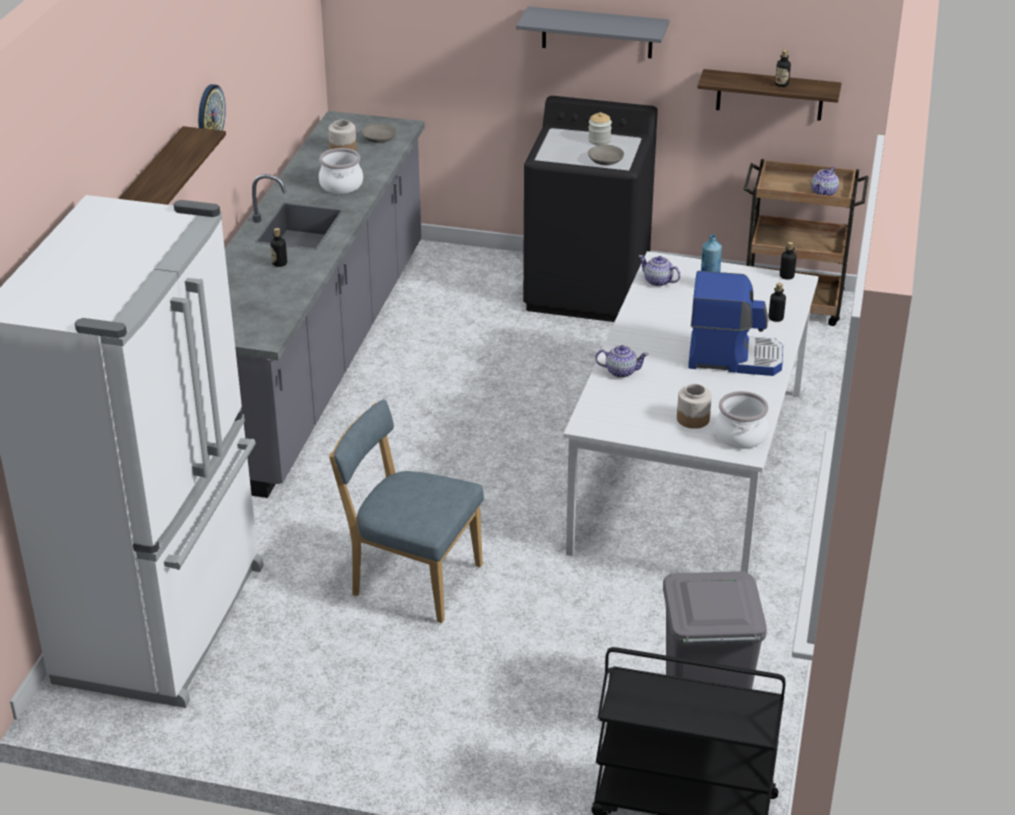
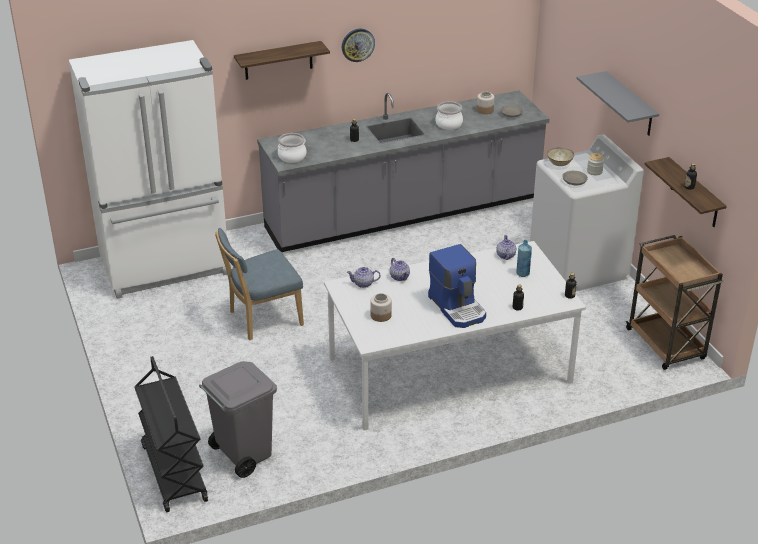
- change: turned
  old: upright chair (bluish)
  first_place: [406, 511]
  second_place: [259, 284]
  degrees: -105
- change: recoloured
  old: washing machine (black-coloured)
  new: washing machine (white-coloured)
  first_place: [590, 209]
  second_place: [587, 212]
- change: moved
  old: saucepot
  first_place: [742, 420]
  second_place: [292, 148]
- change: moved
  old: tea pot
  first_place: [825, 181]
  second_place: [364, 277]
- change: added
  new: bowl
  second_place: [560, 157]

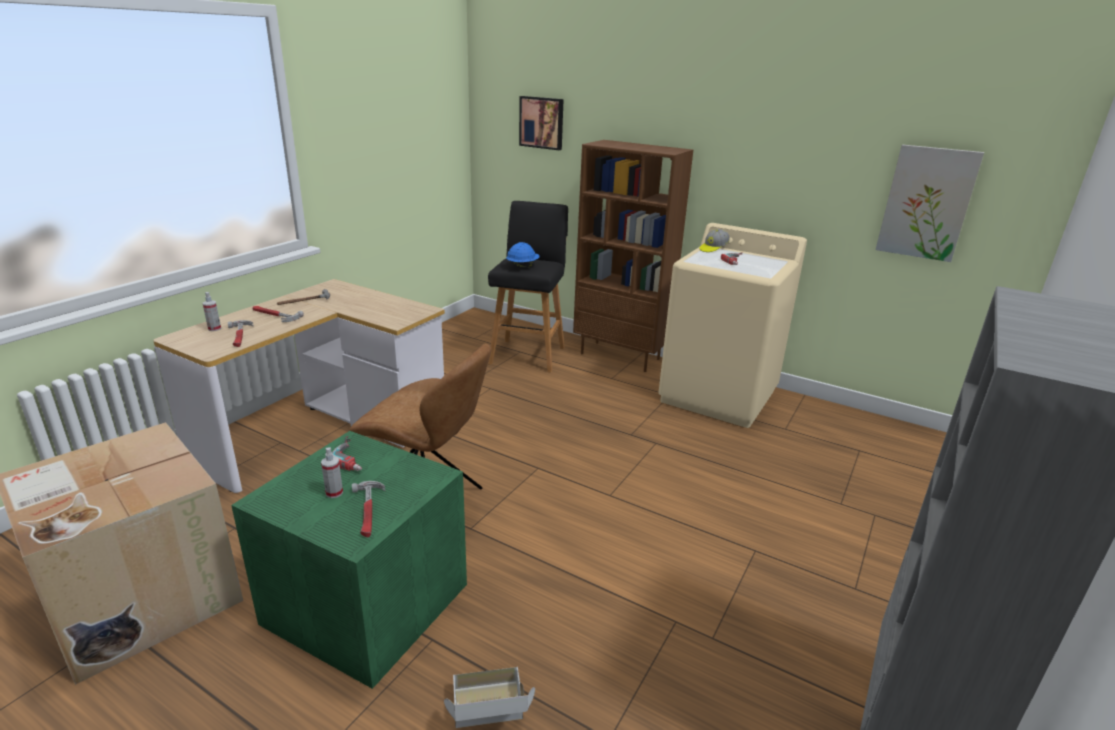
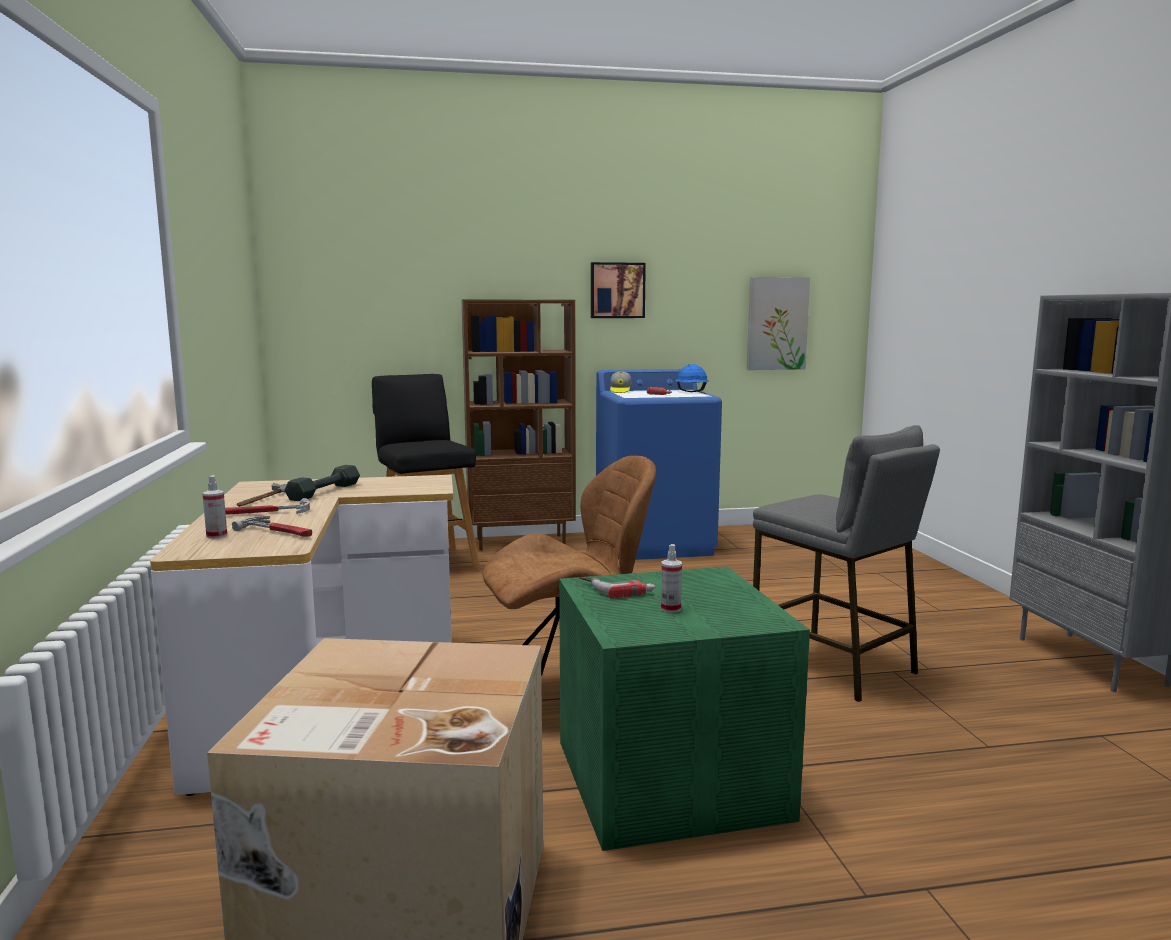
- change: removed
  old: hammer
  first_place: [368, 509]
- change: removed
  old: packing box
  first_place: [489, 697]
- change: moved
  old: safety helmet (bluish)
  first_place: [523, 255]
  second_place: [691, 378]
- change: moved
  old: wall picture
  first_place: [541, 123]
  second_place: [618, 290]
- change: recoloured
  old: washing machine (beige)
  new: washing machine (bluish)
  first_place: [733, 325]
  second_place: [659, 464]
- change: added
  new: dumbbell (greyish)
  second_place: [322, 483]
- change: added
  new: stool (greyish)
  second_place: [846, 563]

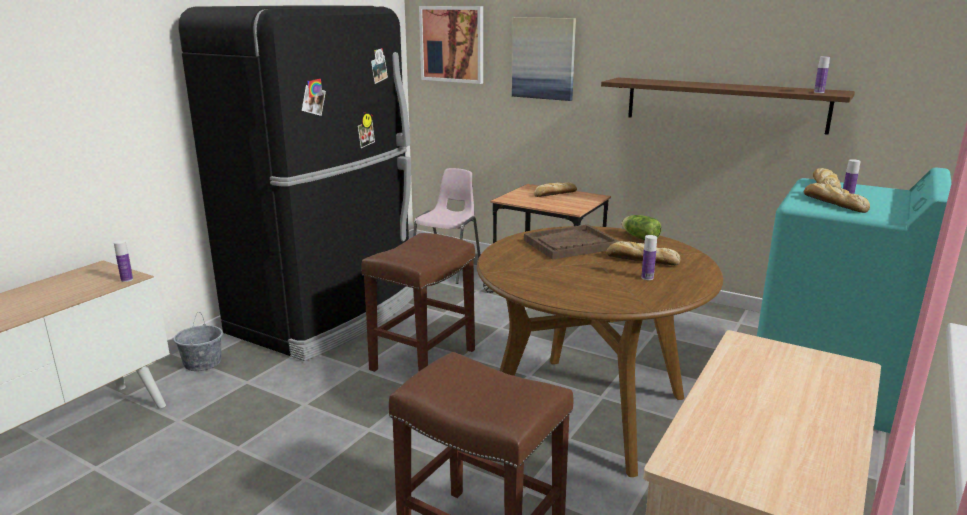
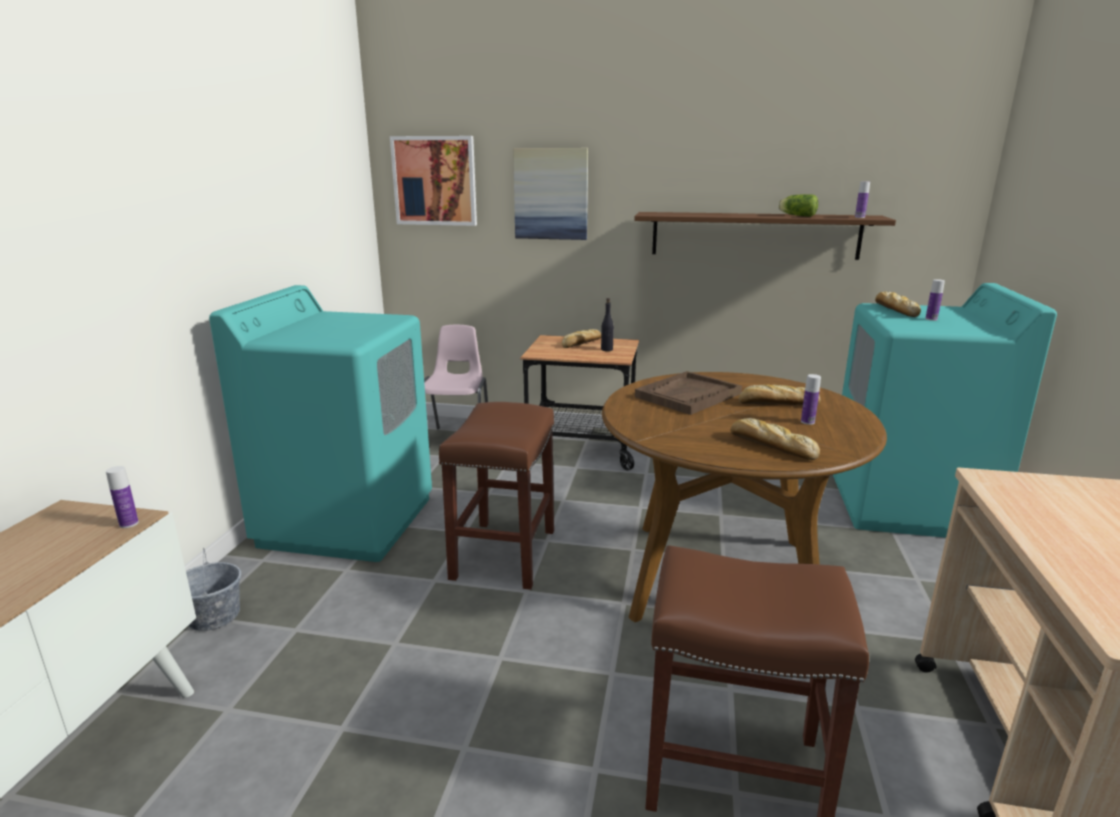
- change: replaced
  old: fridge (black-coloured)
  new: washing machine (turquoise-coloured)
  first_place: [295, 183]
  second_place: [320, 423]
- change: moved
  old: lettuce head
  first_place: [642, 227]
  second_place: [798, 205]
- change: moved
  old: bread
  first_place: [837, 198]
  second_place: [775, 439]
- change: added
  new: beverage bottle (black-coloured)
  second_place: [607, 324]

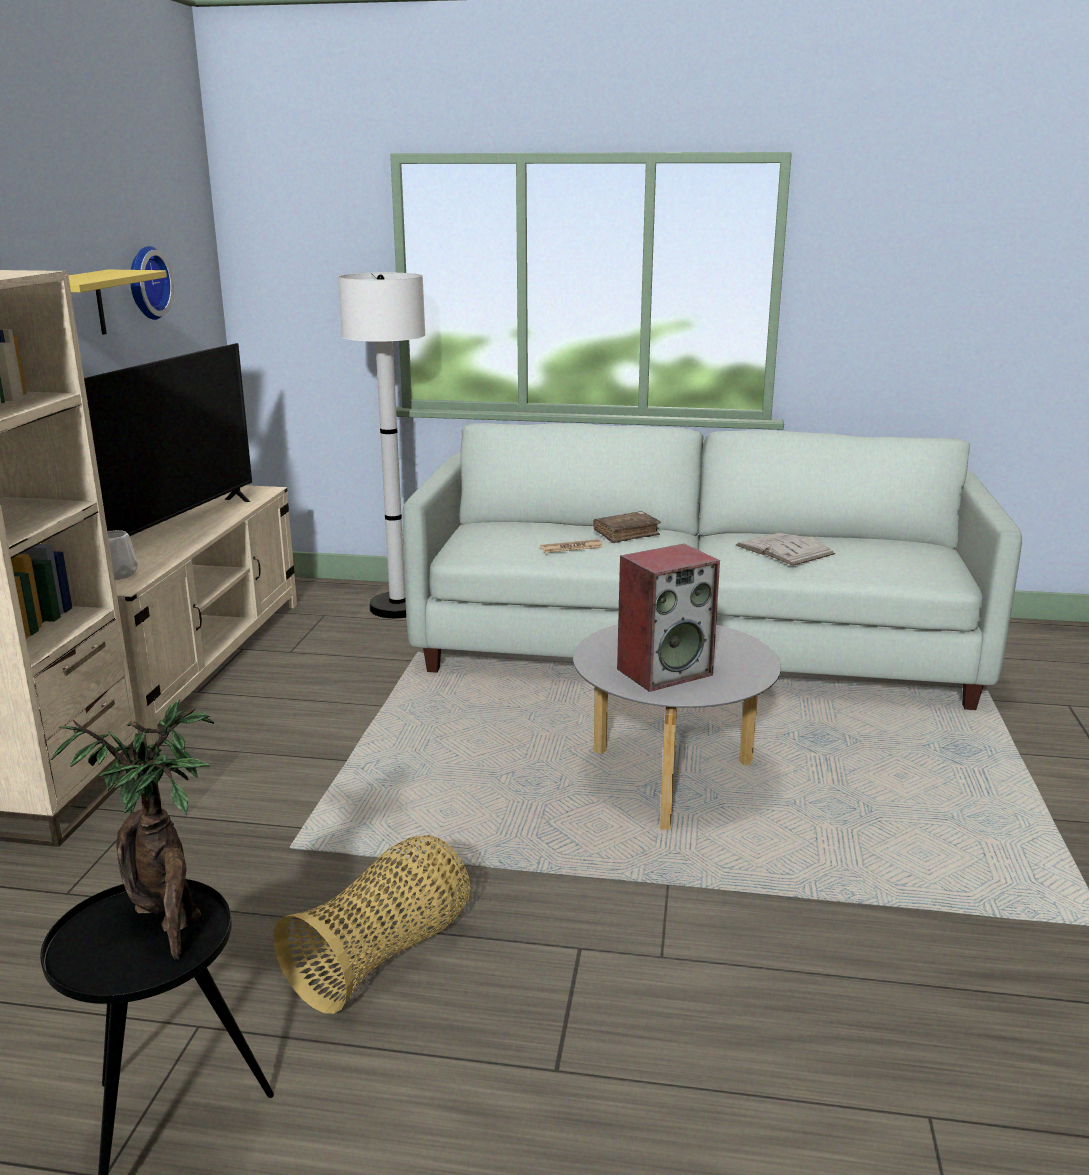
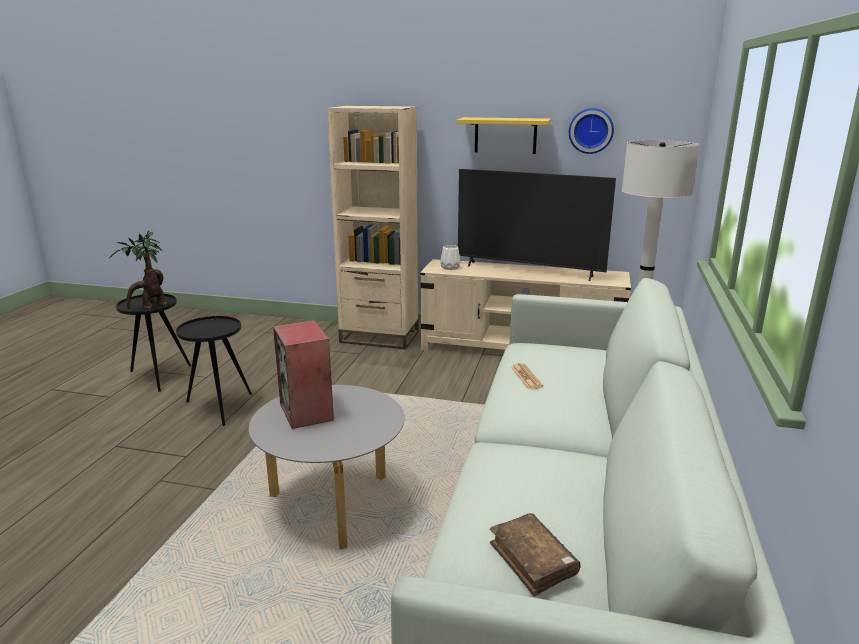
- change: replaced
  old: household basket
  new: side table (black-coloured)
  first_place: [371, 924]
  second_place: [214, 371]
- change: moved
  old: book (brown-coloured)
  first_place: [627, 527]
  second_place: [535, 555]
- change: removed
  old: book (white-coloured)
  first_place: [785, 549]

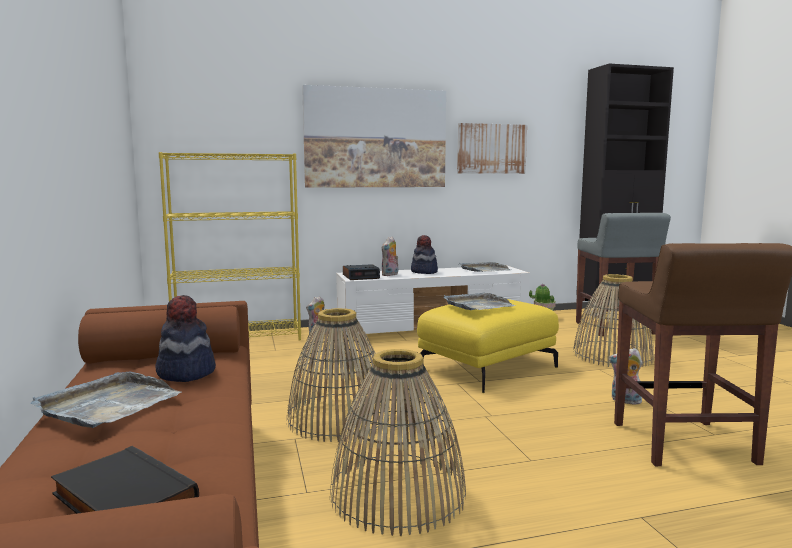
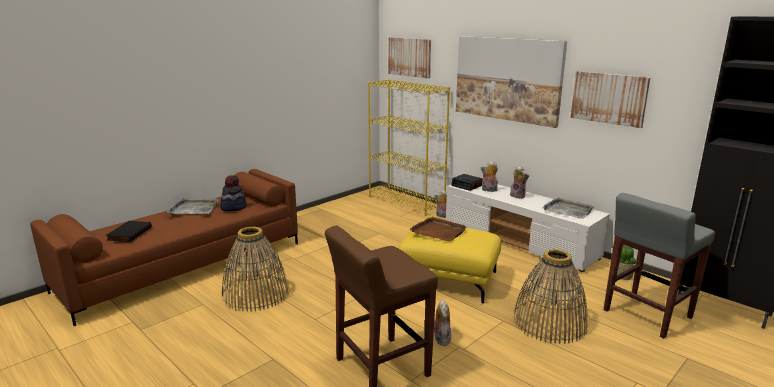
- change: removed
  old: household basket
  first_place: [338, 375]
- change: replaced
  old: hat
  new: plush toy
  first_place: [424, 254]
  second_place: [519, 182]
- change: recoloured
  old: tray (greyish)
  new: tray (brown-coloured)
  first_place: [479, 301]
  second_place: [438, 229]
- change: added
  new: wall picture
  second_place: [409, 57]

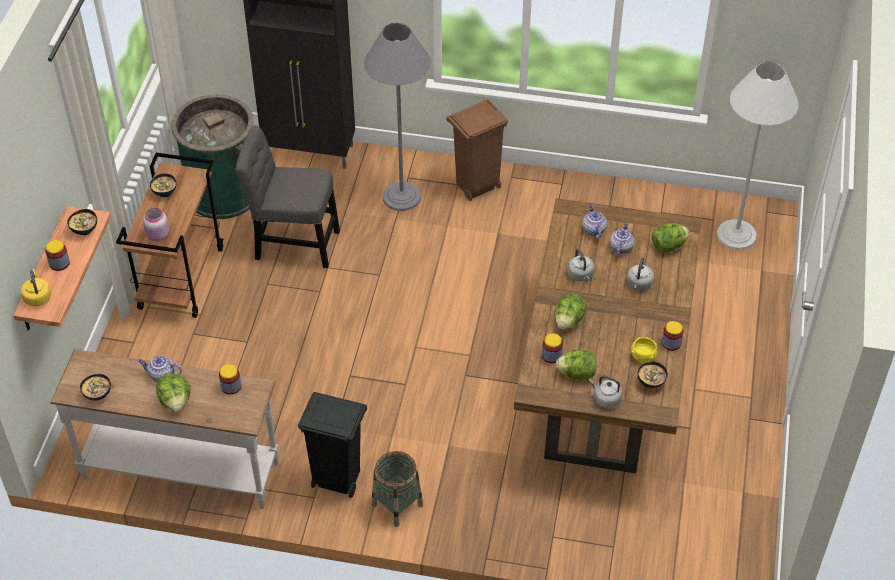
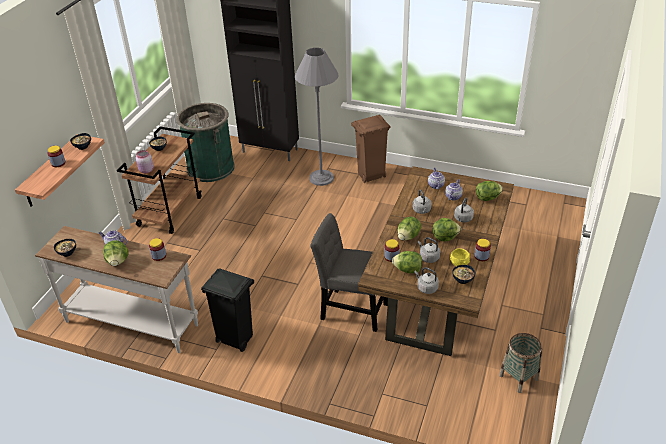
- change: removed
  old: water kettle (yellow)
  first_place: [36, 288]
- change: moved
  old: upright chair (greyish)
  first_place: [287, 196]
  second_place: [349, 272]
- change: moved
  old: household basket
  first_place: [397, 489]
  second_place: [520, 363]
- change: removed
  old: standing lamp (white-coloured)
  first_place: [758, 155]
- change: added
  new: water kettle (greyish)
  second_place: [429, 250]
- change: added
  new: lettuce head
  second_place: [447, 229]

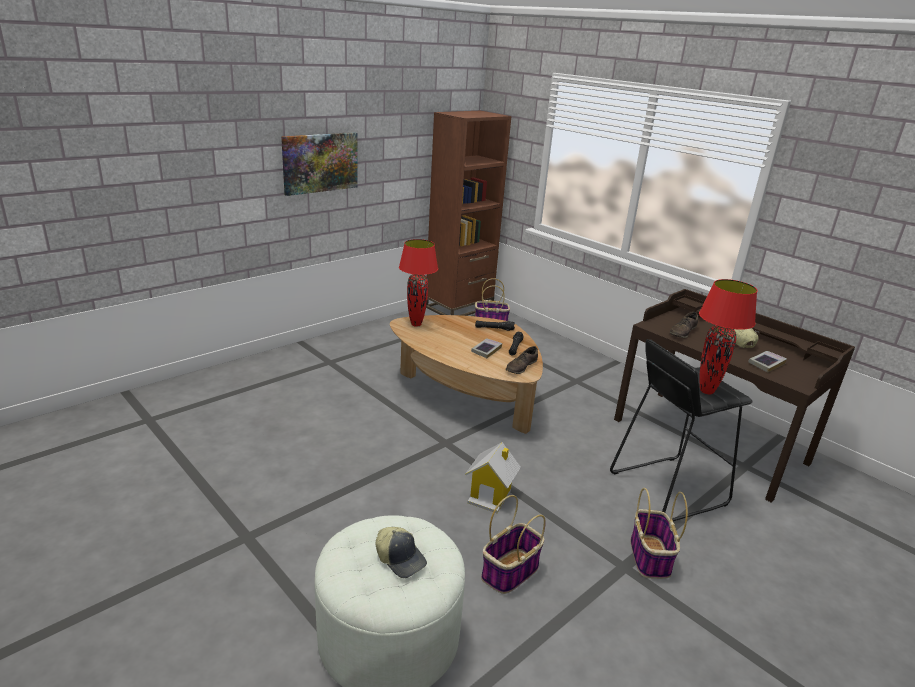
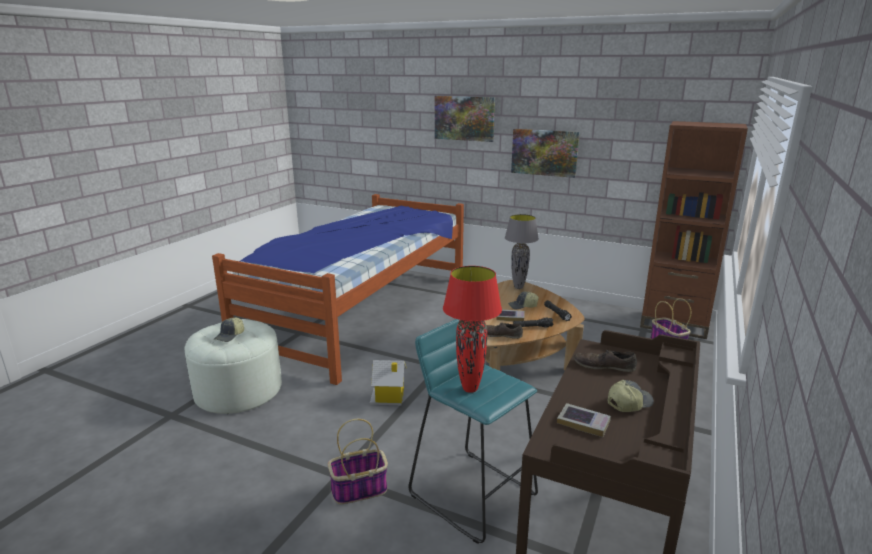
- change: recoloured
  old: table lamp (reddish)
  new: table lamp (greyish)
  first_place: [418, 283]
  second_place: [522, 251]
- change: removed
  old: household basket
  first_place: [513, 544]
- change: recoloured
  old: stool (black-coloured)
  new: stool (turquoise-coloured)
  first_place: [681, 430]
  second_place: [473, 431]
- change: added
  new: sleeping bed
  second_place: [338, 289]
- change: added
  new: wall picture
  second_place: [465, 119]
- change: added
  new: peaked cap
  second_place: [523, 300]

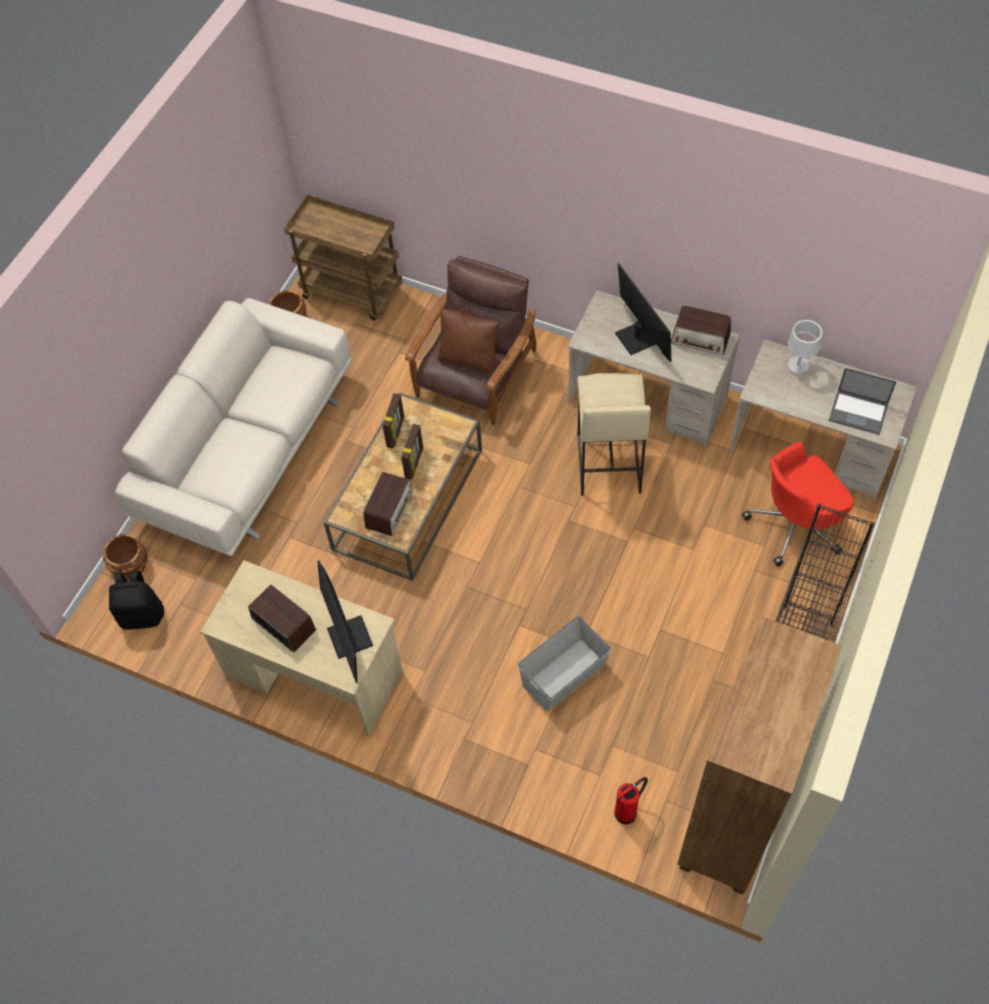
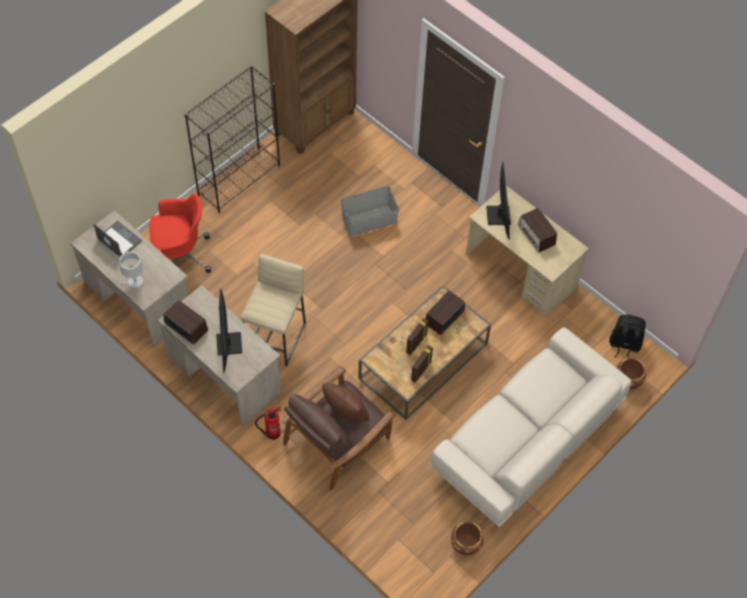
- change: removed
  old: trolley (brown-coloured)
  first_place: [343, 258]
- change: moved
  old: fire-fighting cylinder
  first_place: [631, 800]
  second_place: [268, 422]

